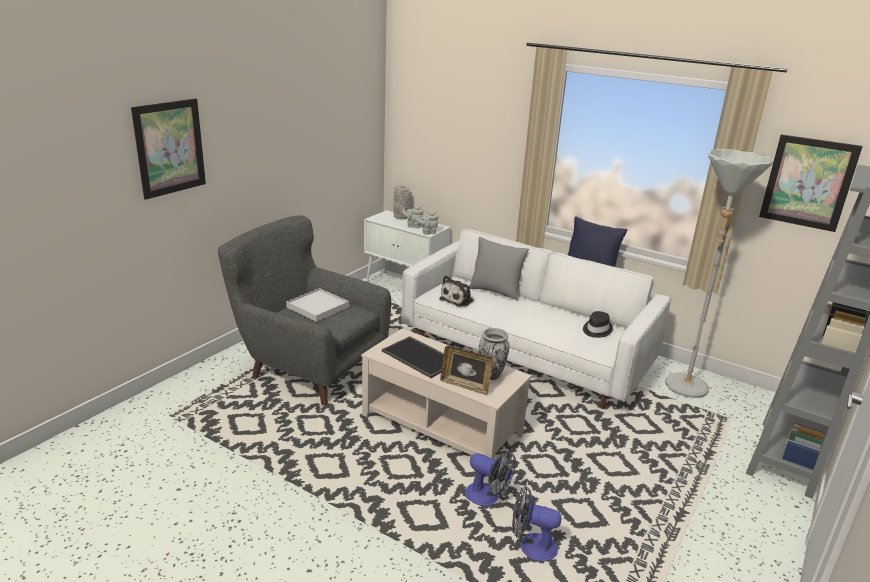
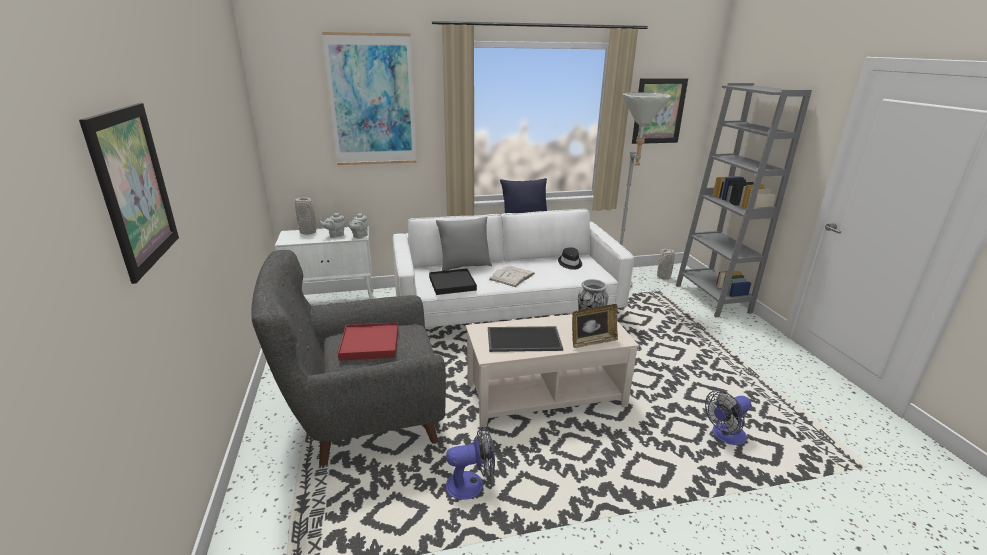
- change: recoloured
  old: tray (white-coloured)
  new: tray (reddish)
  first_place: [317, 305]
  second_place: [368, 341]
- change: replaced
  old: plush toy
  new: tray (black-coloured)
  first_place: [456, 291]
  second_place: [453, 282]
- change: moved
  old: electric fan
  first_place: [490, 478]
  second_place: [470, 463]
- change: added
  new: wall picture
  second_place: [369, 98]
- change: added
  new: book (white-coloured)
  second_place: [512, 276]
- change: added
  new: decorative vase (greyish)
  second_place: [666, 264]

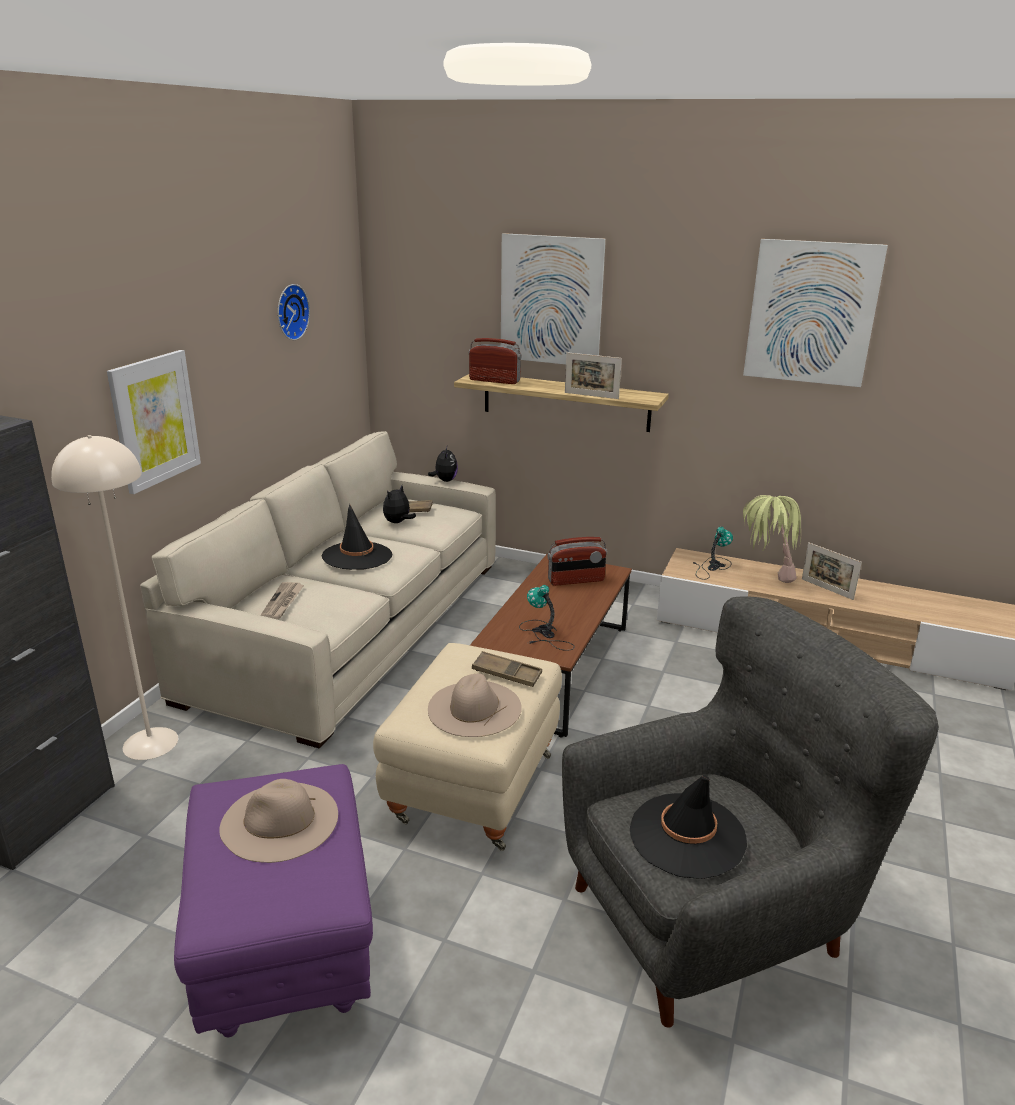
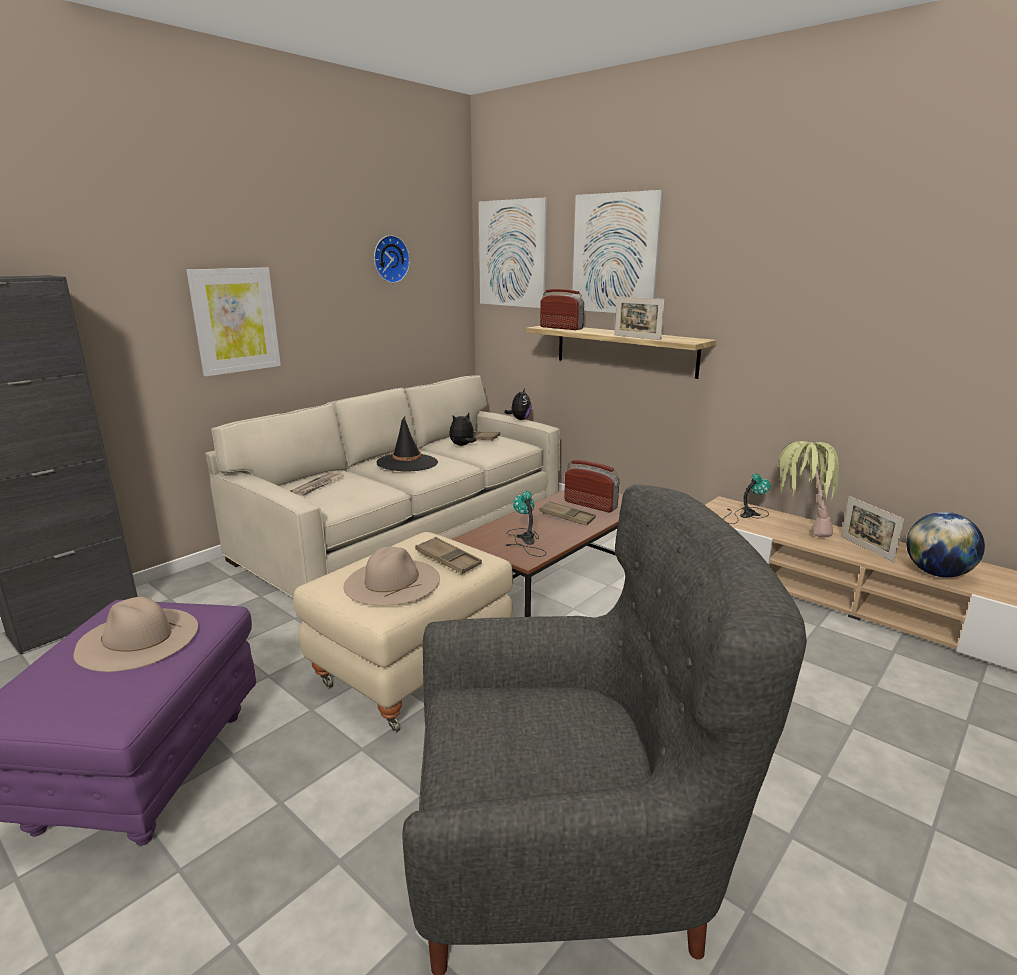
- change: removed
  old: standing lamp (beige)
  first_place: [114, 597]
- change: turned
  old: radio
  first_place: [577, 561]
  second_place: [592, 486]
  degrees: -150
- change: removed
  old: hat (black-coloured)
  first_place: [688, 827]
- change: moved
  old: wall picture
  first_place: [815, 313]
  second_place: [513, 253]
- change: added
  new: tray (brown-coloured)
  second_place: [567, 513]
- change: added
  new: world globe
  second_place: [945, 544]

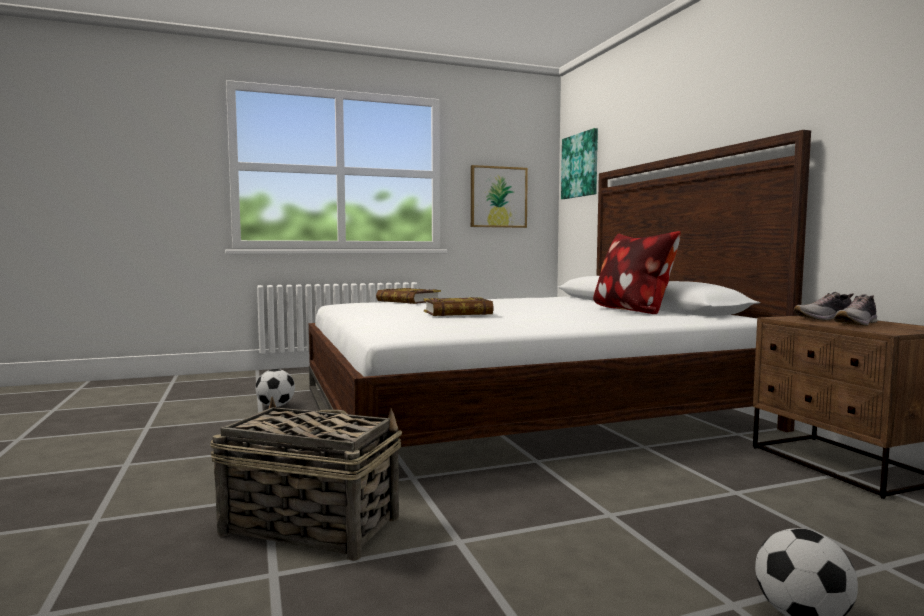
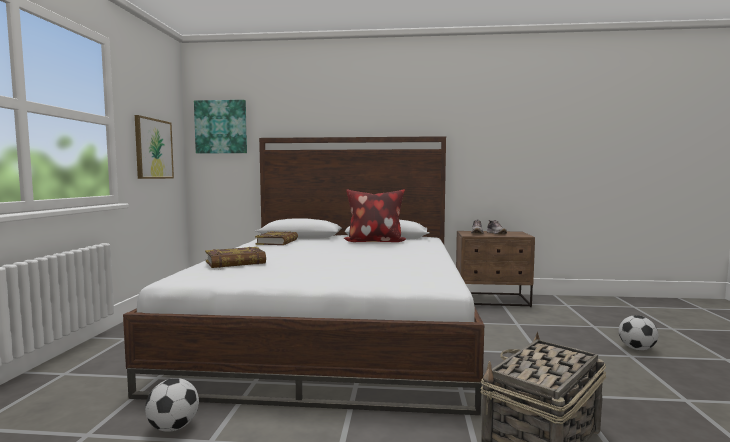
- change: moved
  old: book
  first_place: [459, 306]
  second_place: [276, 238]

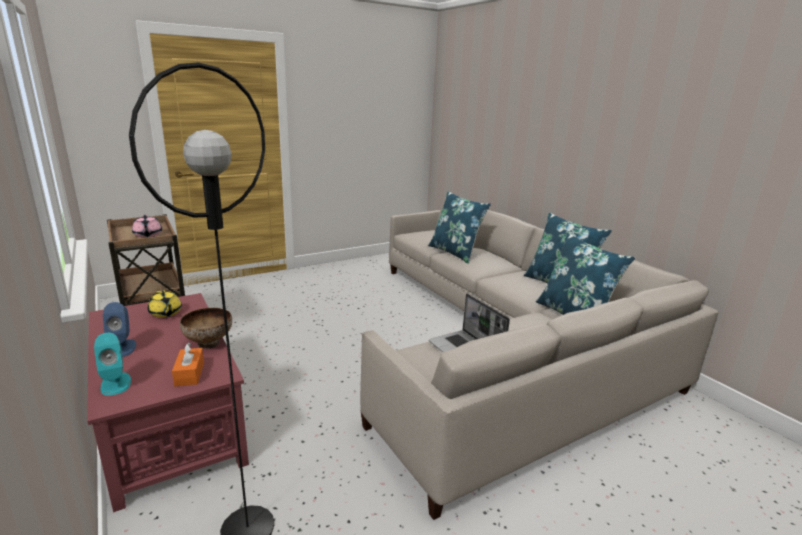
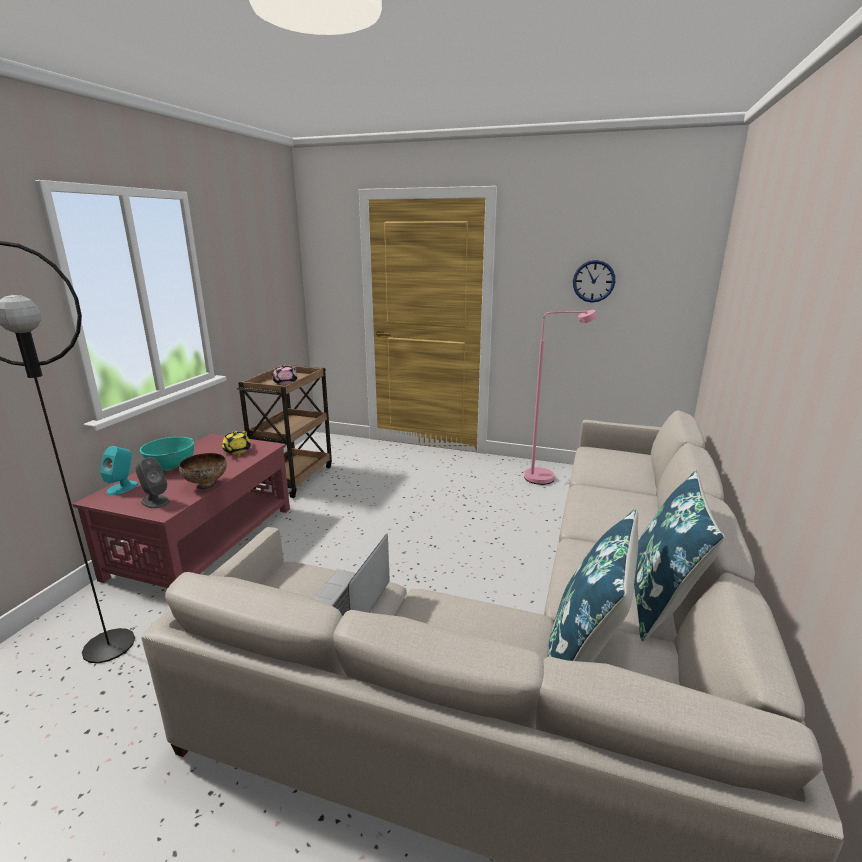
- change: replaced
  old: loudspeaker (bluish)
  new: bowl (turquoise-coloured)
  first_place: [119, 329]
  second_place: [167, 454]
- change: replaced
  old: box of tissues (orangey)
  new: loudspeaker (greyish)
  first_place: [188, 364]
  second_place: [153, 483]
- change: removed
  old: throw pillow (bluish)
  first_place: [459, 227]
- change: added
  new: standing lamp (pink)
  second_place: [560, 397]
- change: added
  new: clock on the wall
  second_place: [594, 281]

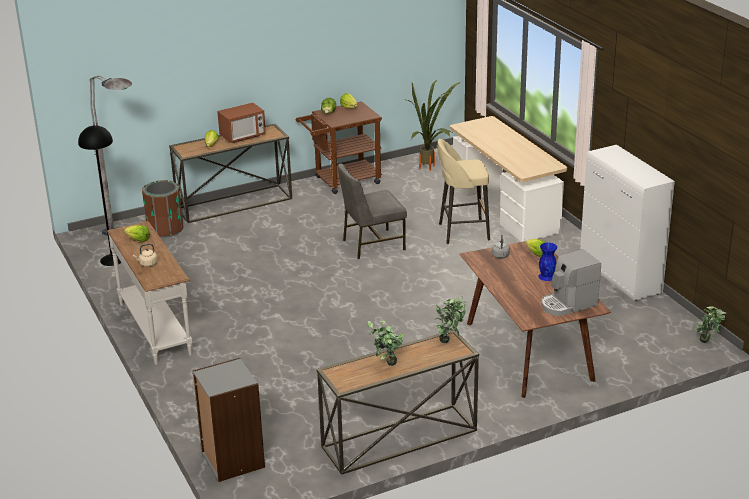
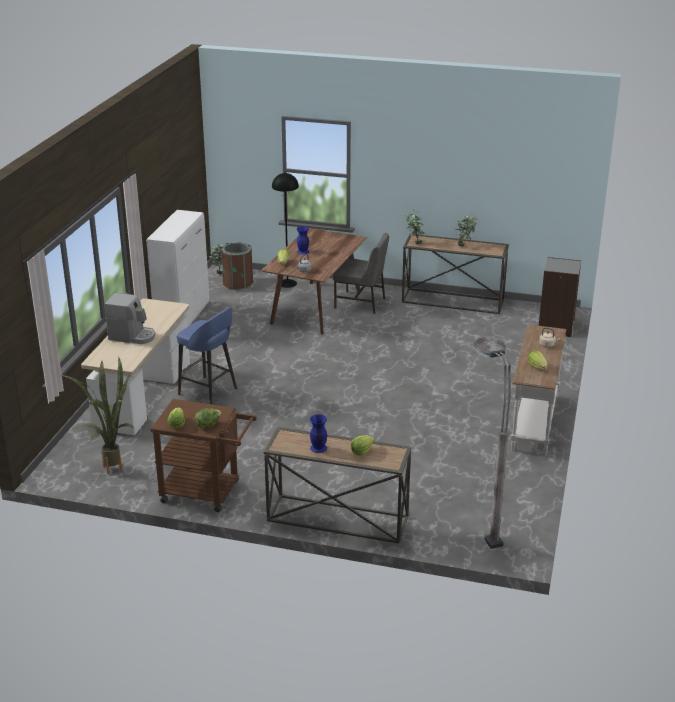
- change: moved
  old: standing lamp (black-coloured)
  first_place: [99, 195]
  second_place: [285, 230]
- change: moved
  old: trash can (brown-coloured)
  first_place: [162, 209]
  second_place: [237, 266]
- change: replaced
  old: microwave oven
  new: decorative vase (bluish)
  first_place: [241, 122]
  second_place: [318, 434]
- change: moved
  old: upright chair (greyish)
  first_place: [372, 211]
  second_place: [361, 273]
- change: recoloured
  old: stool (beige)
  new: stool (bluish)
  first_place: [463, 191]
  second_place: [207, 355]
- change: moved
  old: coffee machine
  first_place: [571, 282]
  second_place: [129, 318]

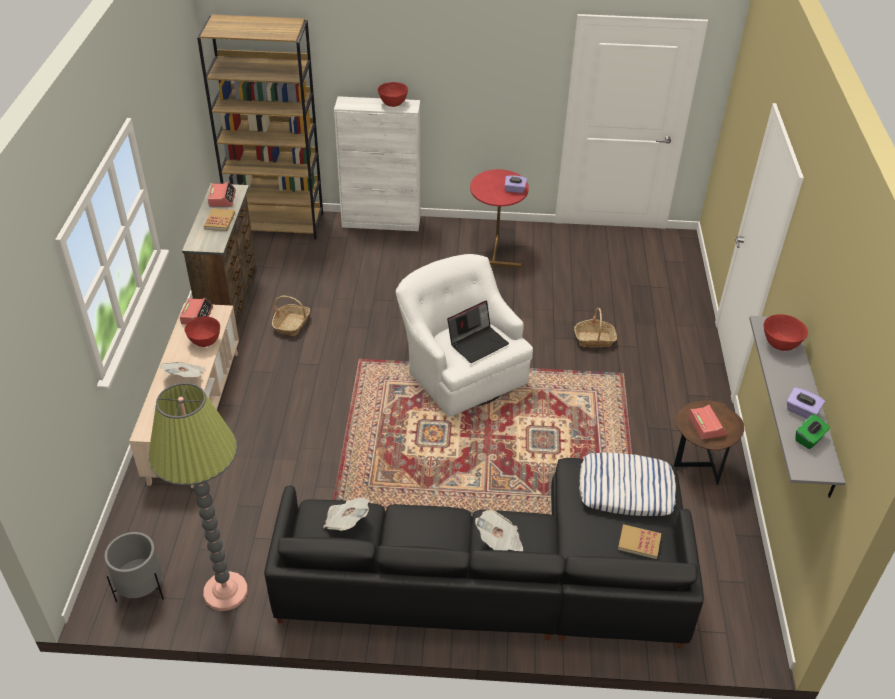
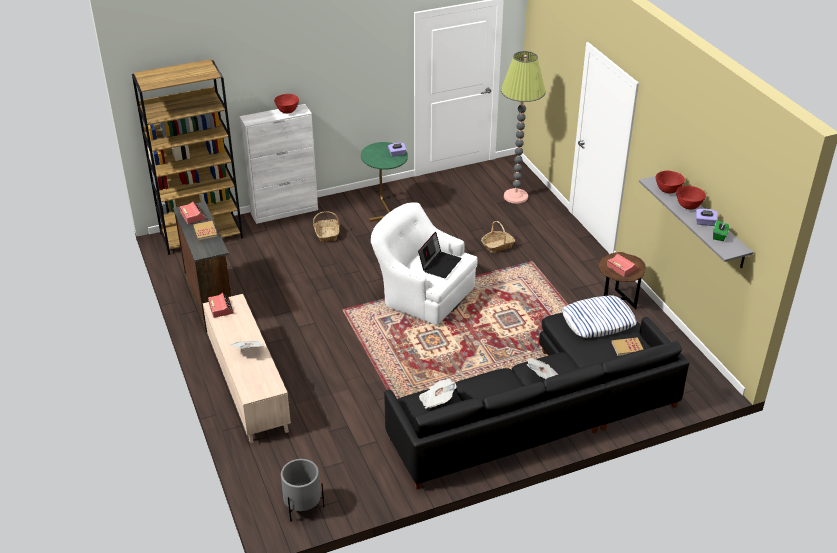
- change: moved
  old: standing lamp
  first_place: [198, 497]
  second_place: [523, 127]
- change: moved
  old: bowl (reddish)
  first_place: [202, 331]
  second_place: [691, 198]
- change: moved
  old: household basket
  first_place: [291, 316]
  second_place: [326, 226]
- change: recoloured
  old: side table (reddish)
  new: side table (green)
  first_place: [499, 218]
  second_place: [384, 182]

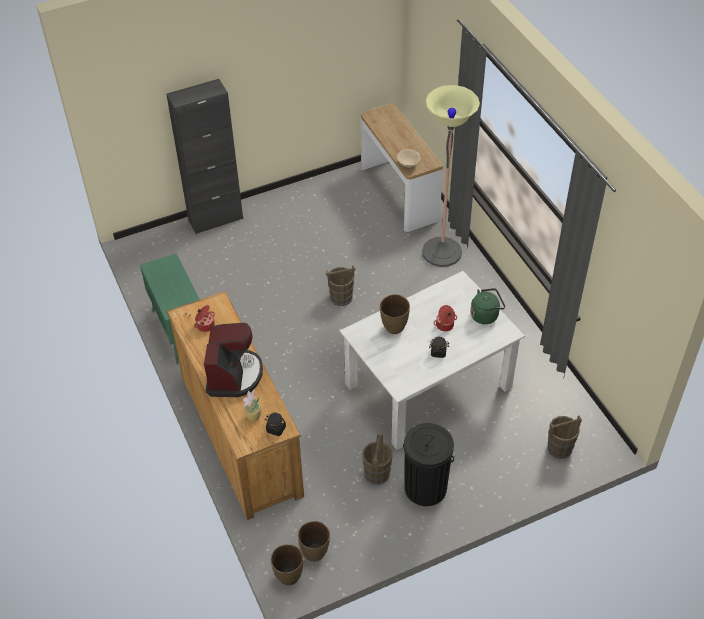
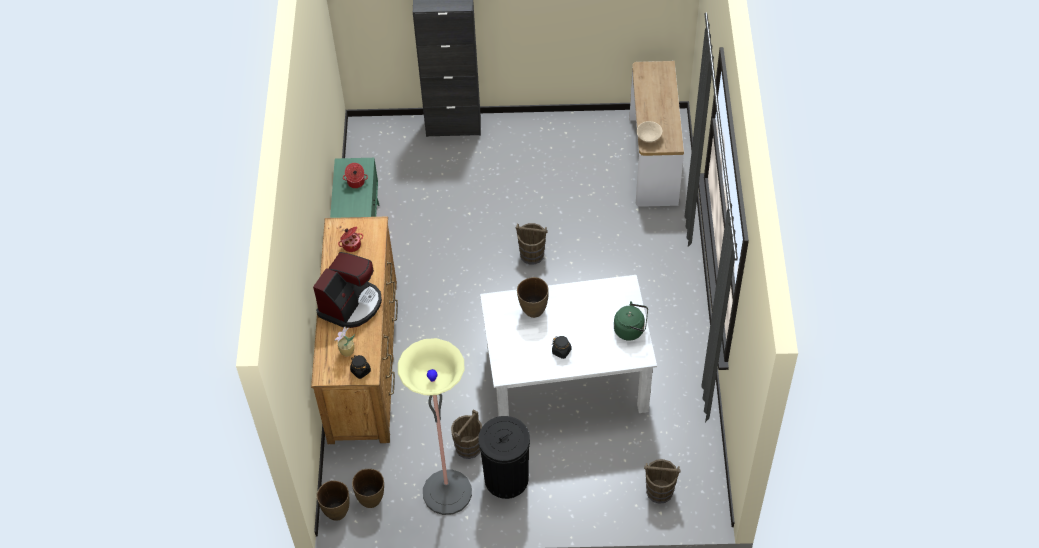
- change: moved
  old: standing lamp
  first_place: [451, 176]
  second_place: [435, 426]
- change: moved
  old: saucepot
  first_place: [445, 318]
  second_place: [355, 175]

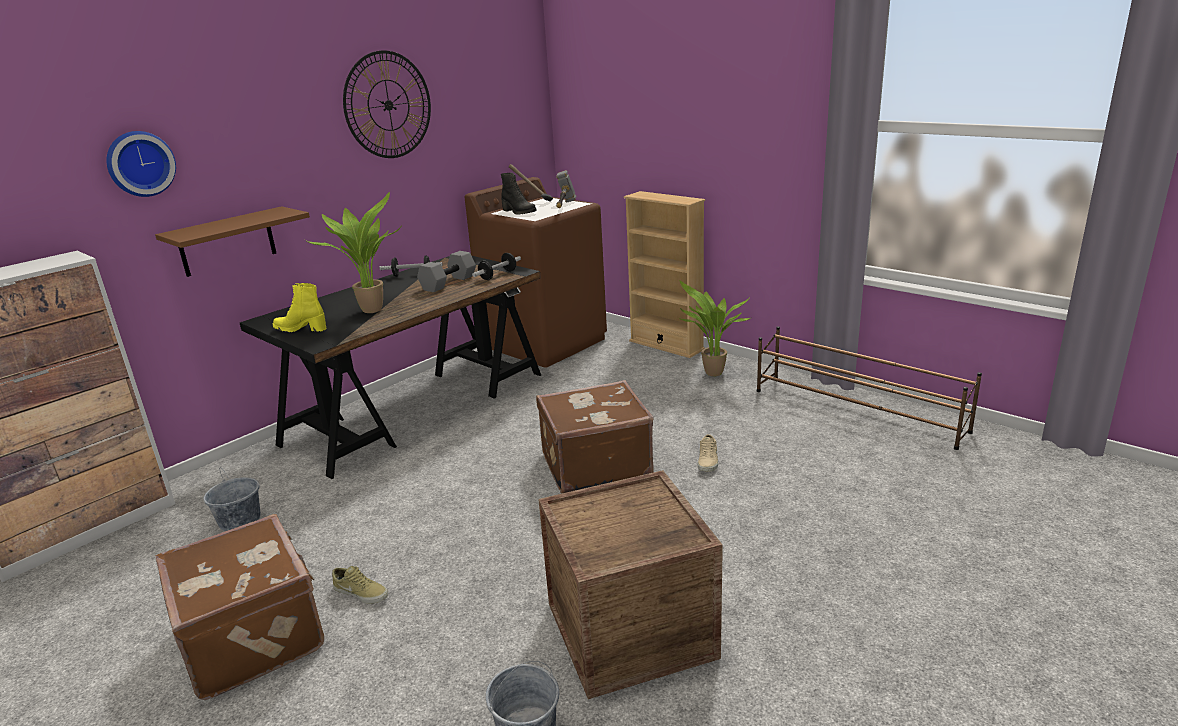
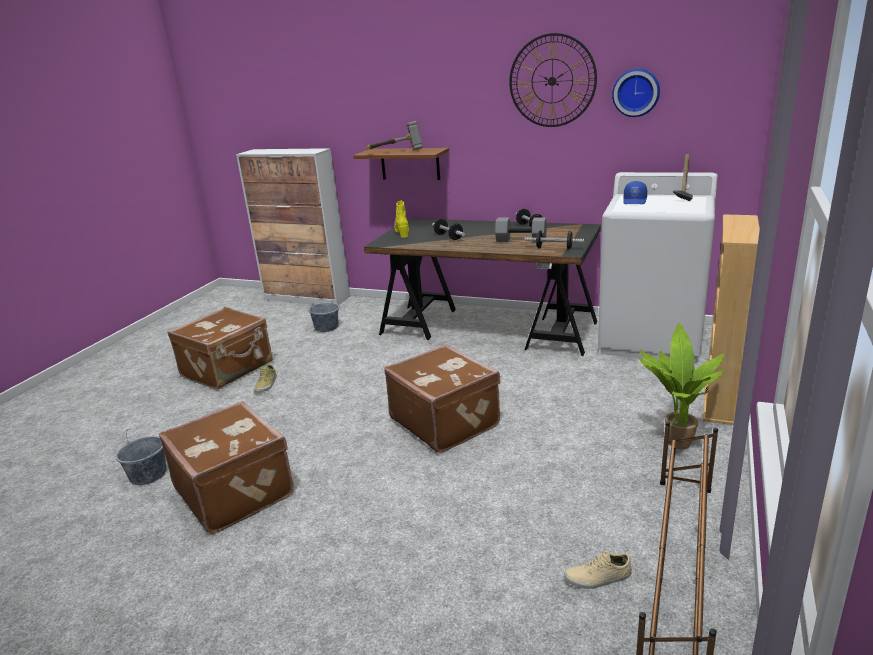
- change: moved
  old: clock on the wall
  first_place: [141, 164]
  second_place: [636, 93]
- change: replaced
  old: houseplant
  new: dumbbell
  first_place: [353, 252]
  second_place: [448, 229]
- change: recoloured
  old: washing machine (brown-coloured)
  new: washing machine (white-coloured)
  first_place: [536, 272]
  second_place: [658, 268]
- change: replaced
  old: high-top boot (black-coloured)
  new: peaked cap (bluish)
  first_place: [519, 193]
  second_place: [635, 192]
- change: replaced
  old: shipping crate
  new: suitcase (brown-coloured)
  first_place: [630, 584]
  second_place: [226, 467]
- change: moved
  old: hammer
  first_place: [566, 189]
  second_place: [394, 135]
- change: moved
  old: shoe (beige)
  first_place: [708, 453]
  second_place: [598, 569]

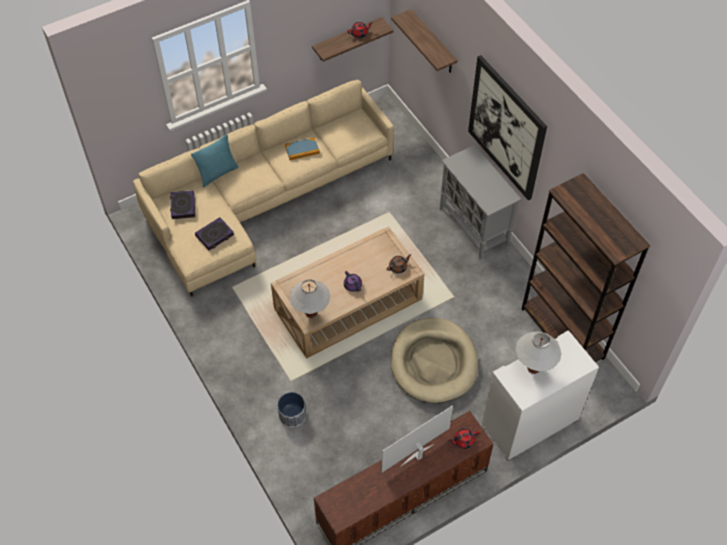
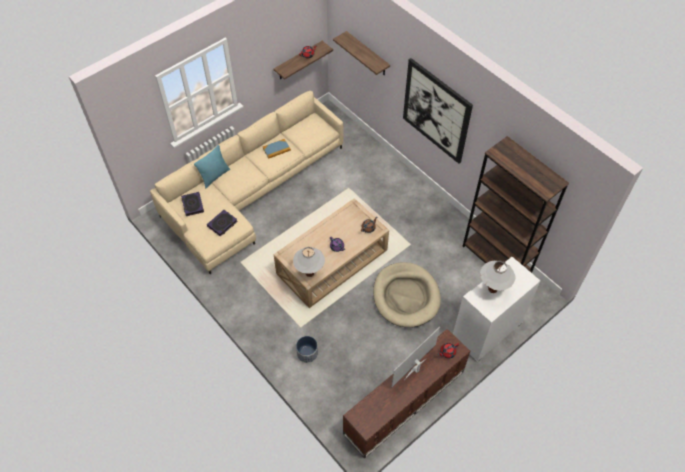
- change: removed
  old: cabinet (greyish)
  first_place: [480, 202]

